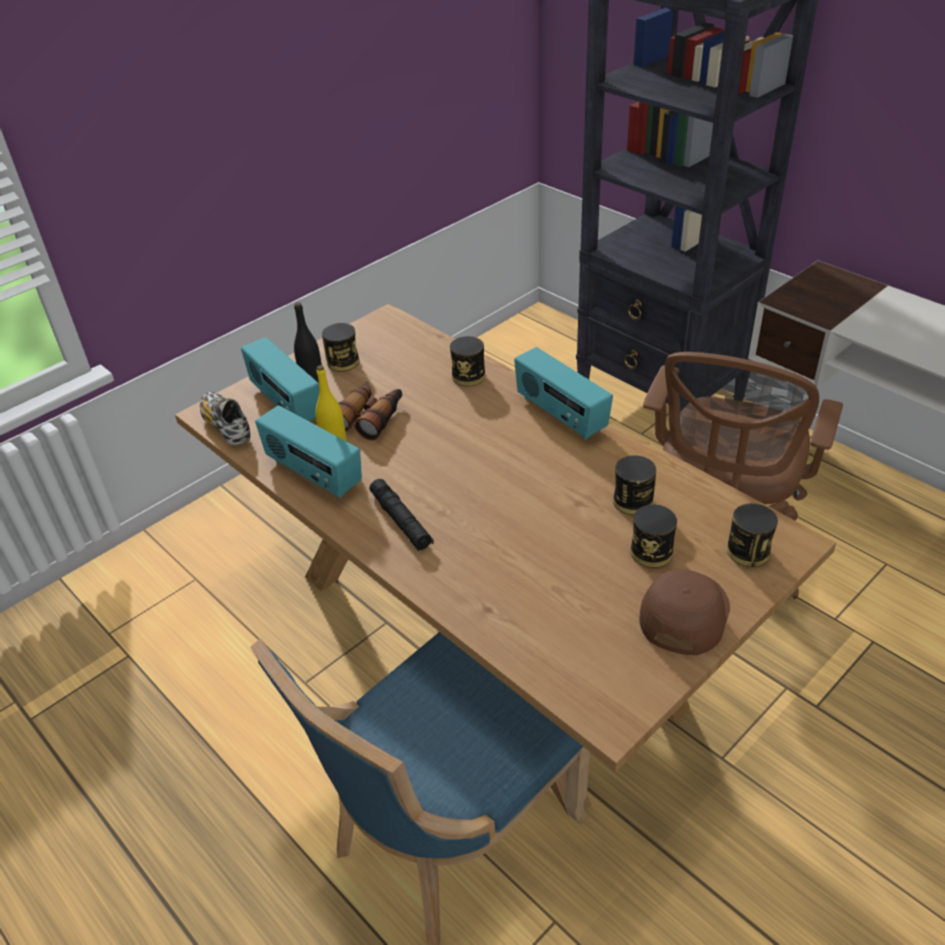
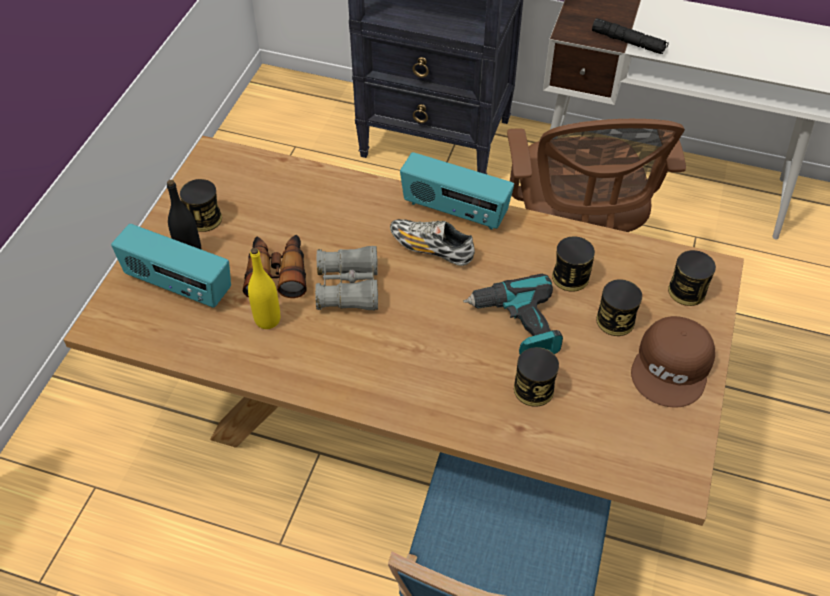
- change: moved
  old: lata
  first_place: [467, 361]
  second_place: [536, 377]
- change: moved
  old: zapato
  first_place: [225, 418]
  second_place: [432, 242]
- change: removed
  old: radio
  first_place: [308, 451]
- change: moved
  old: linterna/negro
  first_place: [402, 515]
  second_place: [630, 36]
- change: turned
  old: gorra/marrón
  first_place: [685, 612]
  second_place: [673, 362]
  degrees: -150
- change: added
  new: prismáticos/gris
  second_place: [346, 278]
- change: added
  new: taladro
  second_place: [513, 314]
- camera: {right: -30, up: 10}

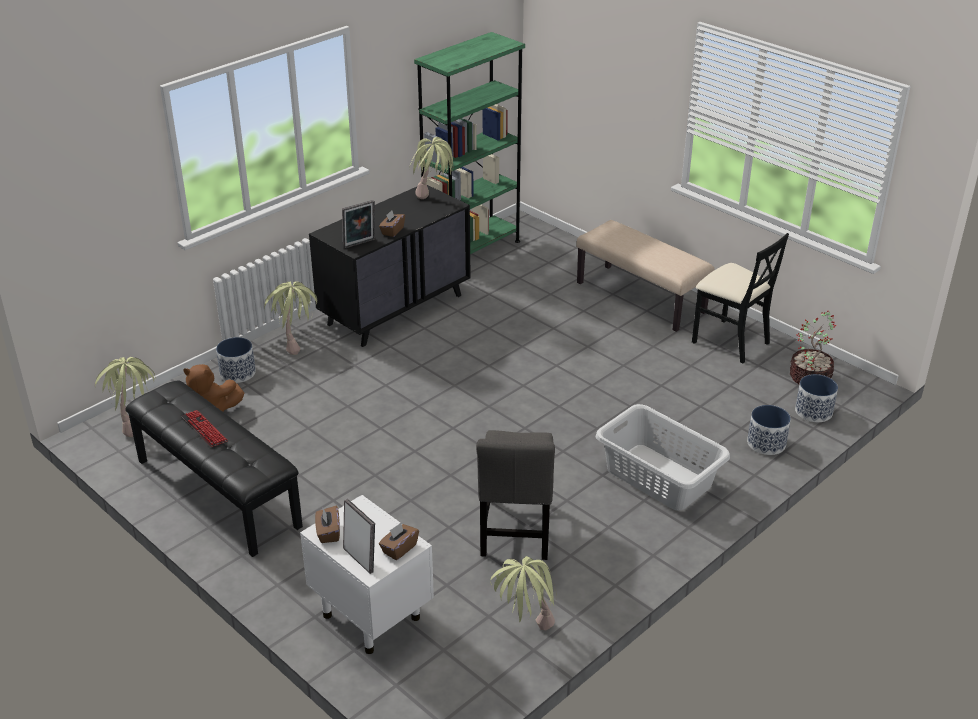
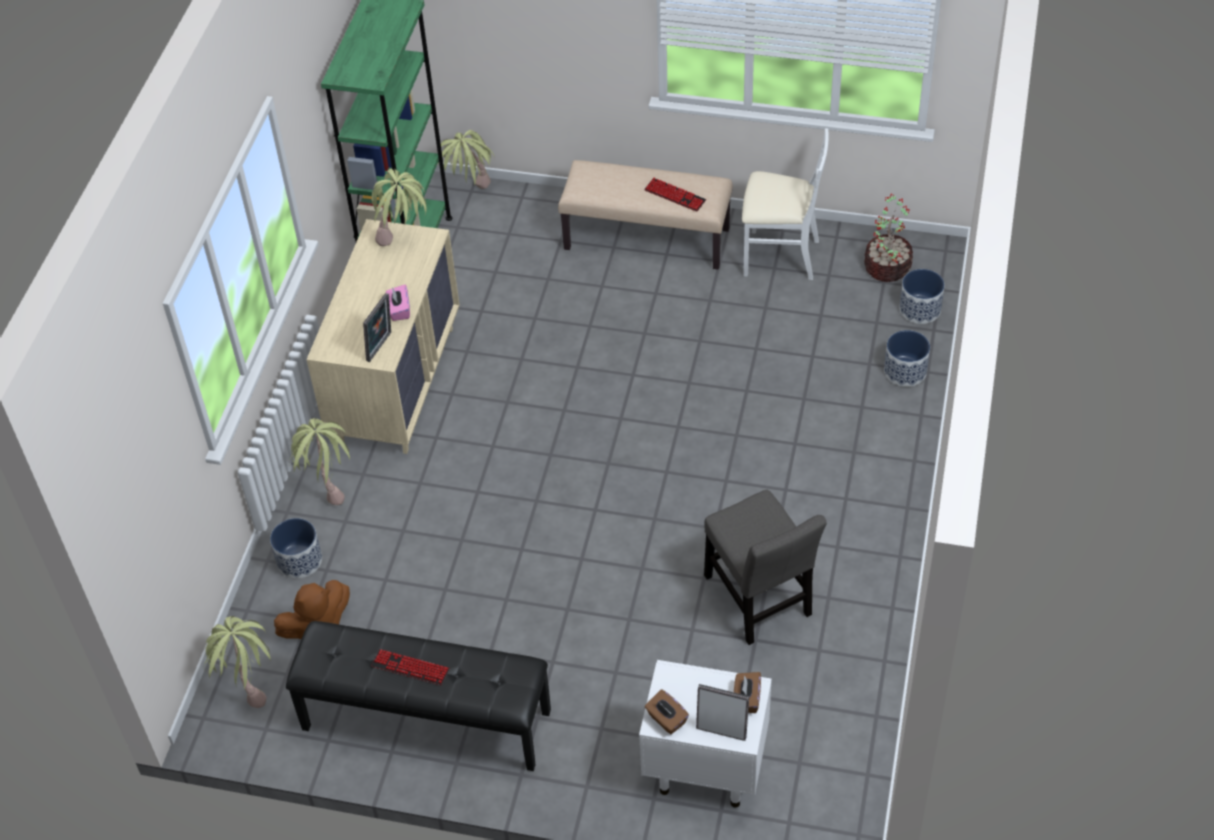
- change: recoloured
  old: cómoda/negro
  new: cómoda/beis
  first_place: [390, 266]
  second_place: [383, 336]
- change: recoloured
  old: caja de pañuelos/marrón
  new: caja de pañuelos/rosa
  first_place: [392, 223]
  second_place: [398, 303]
- change: recoloured
  old: silla/negro
  new: silla/blanco
  first_place: [740, 298]
  second_place: [785, 204]
- change: removed
  old: cesto de la ropa/gris
  first_place: [663, 457]
- change: moved
  old: planta en maceta
  first_place: [523, 593]
  second_place: [466, 159]
- change: added
  new: teclado
  second_place: [675, 195]
- camera: {right: -30, up: 15}

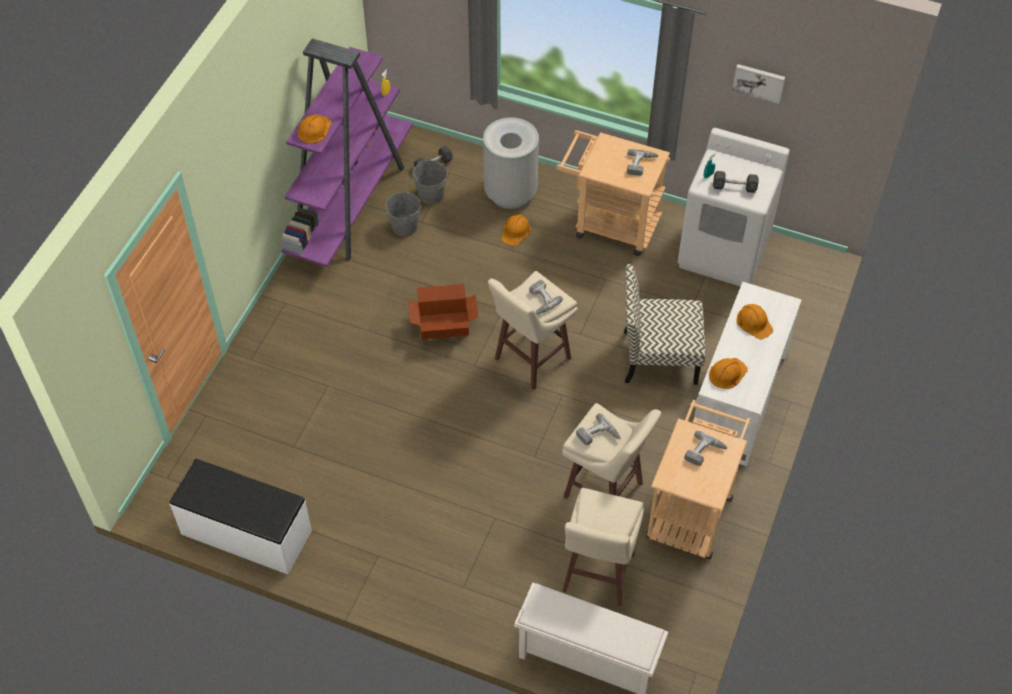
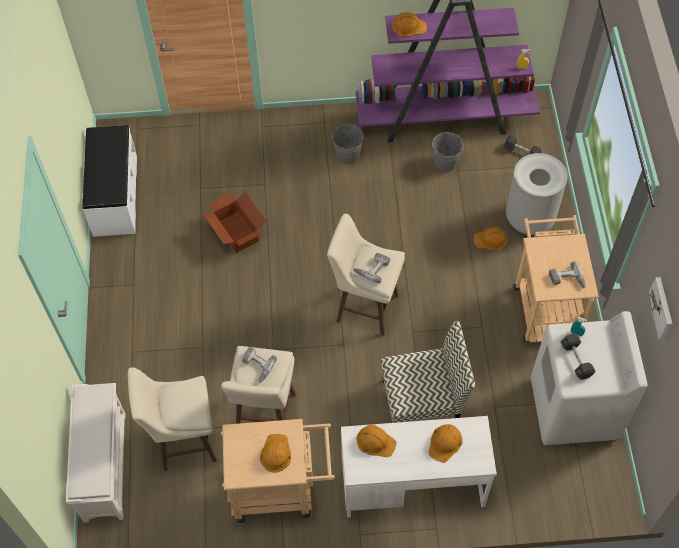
- change: moved
  old: cubo/gris
  first_place: [430, 182]
  second_place: [348, 144]
- change: turned
  old: silla
  first_place: [664, 324]
  second_place: [428, 372]
  degrees: 105
- change: moved
  old: caja de cartón
  first_place: [443, 311]
  second_place: [235, 222]
- change: replaced
  old: taladro
  new: casco/naranja
  first_place: [706, 448]
  second_place: [275, 453]
- camera: {right: 65, up: 5}

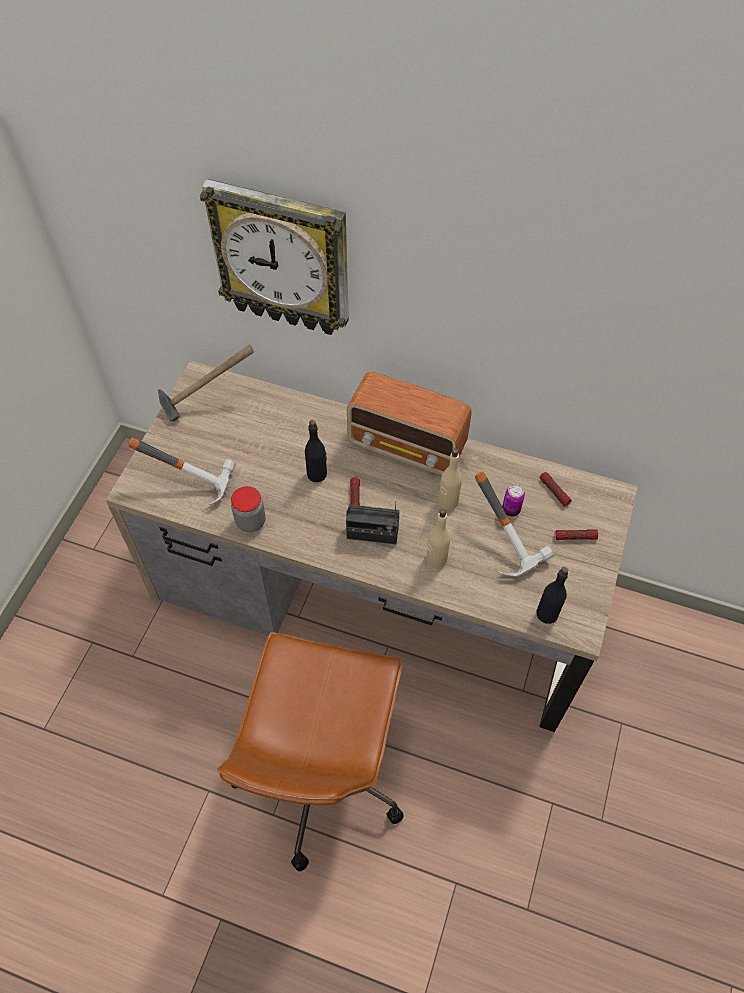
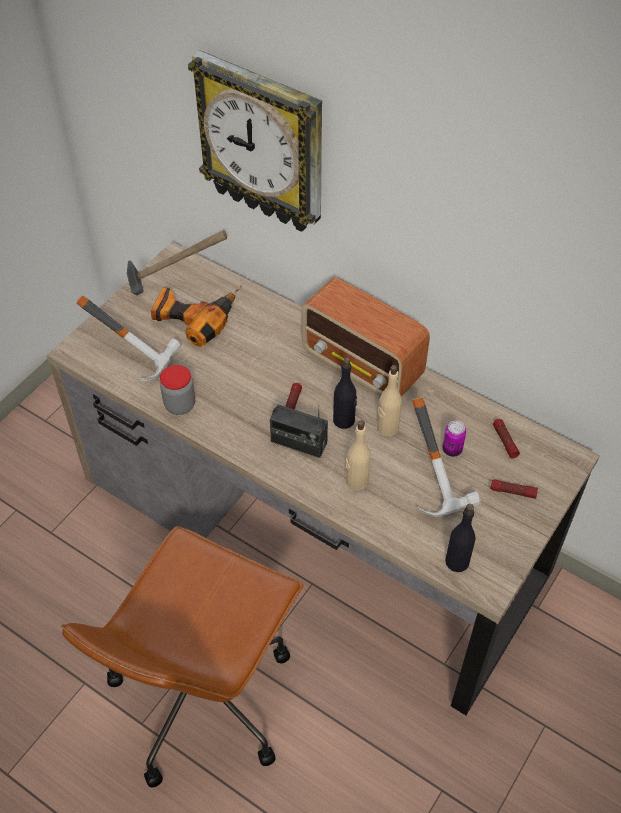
- change: moved
  old: botella/negro
  first_place: [316, 451]
  second_place: [345, 393]
- change: added
  new: taladro
  second_place: [196, 316]
- camera: {right: 15, up: -5}

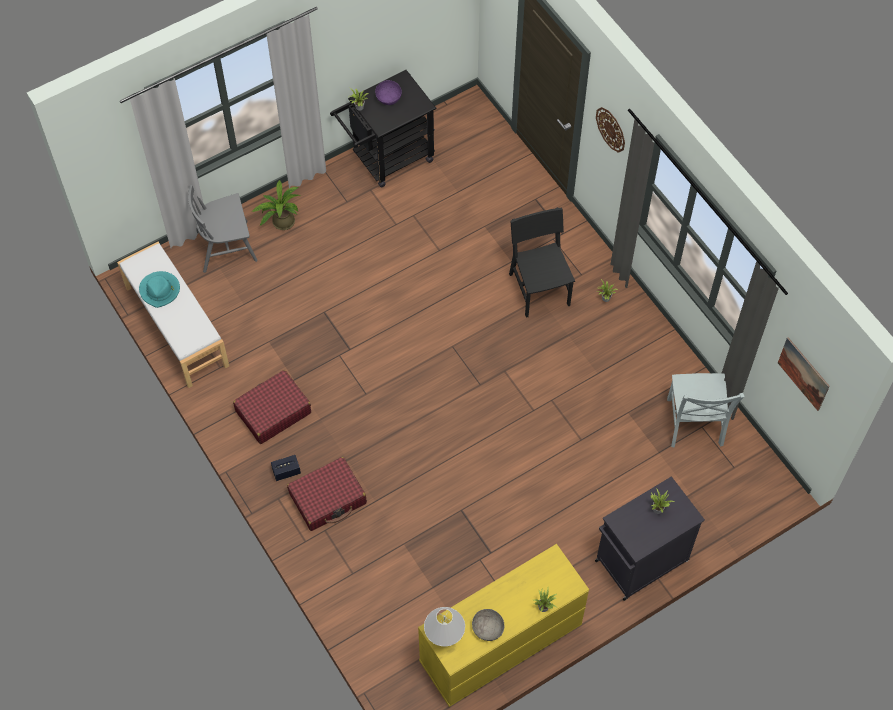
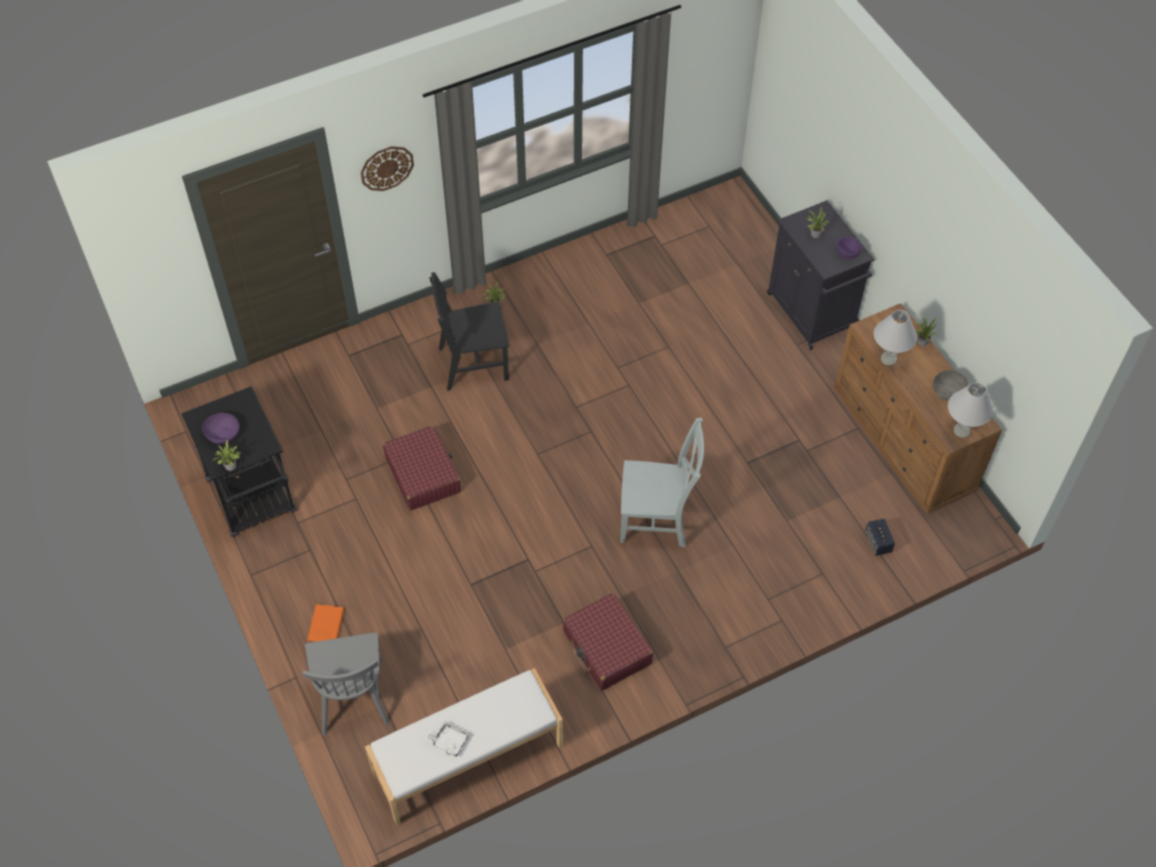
- change: replaced
  old: planta en maceta
  new: libro/naranja
  first_place: [276, 204]
  second_place: [325, 623]
- change: replaced
  old: sombrero/turquesa
  new: bandeja/blanco
  first_place: [159, 289]
  second_place: [447, 739]
- change: removed
  old: cuadro
  first_place: [804, 374]
- change: moved
  old: silla/gris
  first_place: [706, 410]
  second_place: [662, 482]
- change: moved
  old: altavoz
  first_place: [286, 468]
  second_place: [880, 537]
- change: moved
  old: maleta/rojo
  first_place: [327, 494]
  second_place: [422, 467]
- change: recoloured
  old: cómoda/amarillo
  new: cómoda/marrón
  first_place: [503, 625]
  second_place: [918, 408]
- change: added
  new: cuenco/morado
  second_place: [849, 248]
- change: added
  new: lámpara de mesa/blanco
  second_place: [895, 337]
- camera: {right: -85, up: -5}

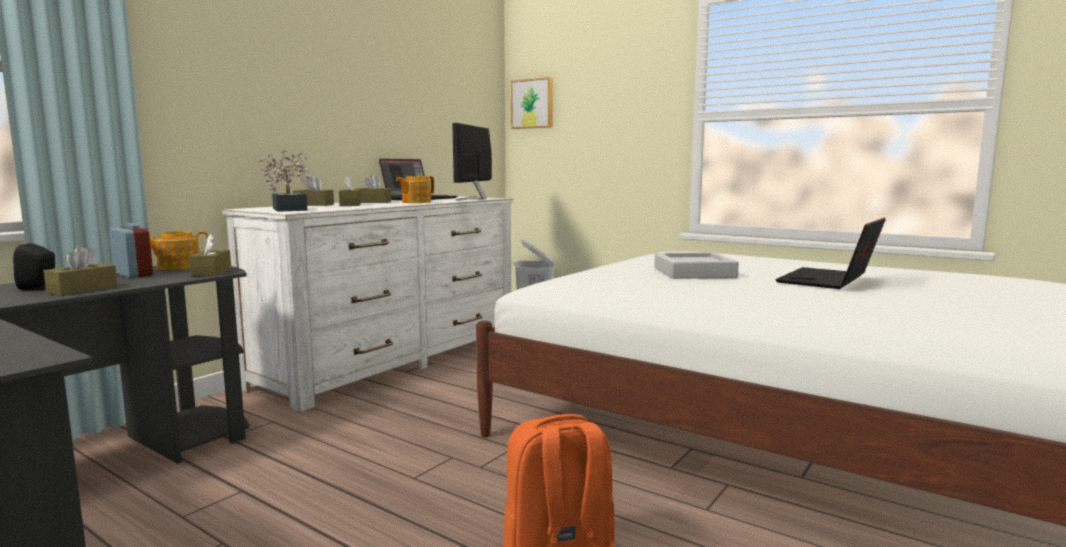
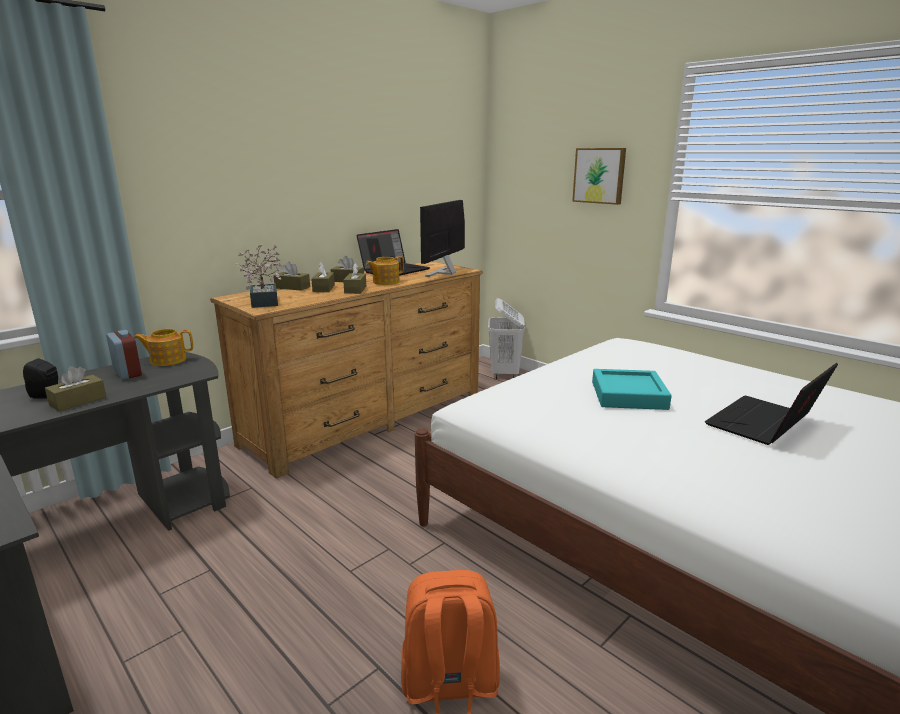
- change: moved
  old: cuadro
  first_place: [532, 103]
  second_place: [599, 176]
- change: recoloured
  old: cómoda/blanco
  new: cómoda/marrón
  first_place: [367, 304]
  second_place: [346, 369]
- change: moved
  old: caja de pañuelos/marrón
  first_place: [210, 255]
  second_place: [354, 278]
- change: recoloured
  old: bandeja/gris
  new: bandeja/turquesa
  first_place: [696, 265]
  second_place: [632, 389]
- camera: {right: 10, up: 10}

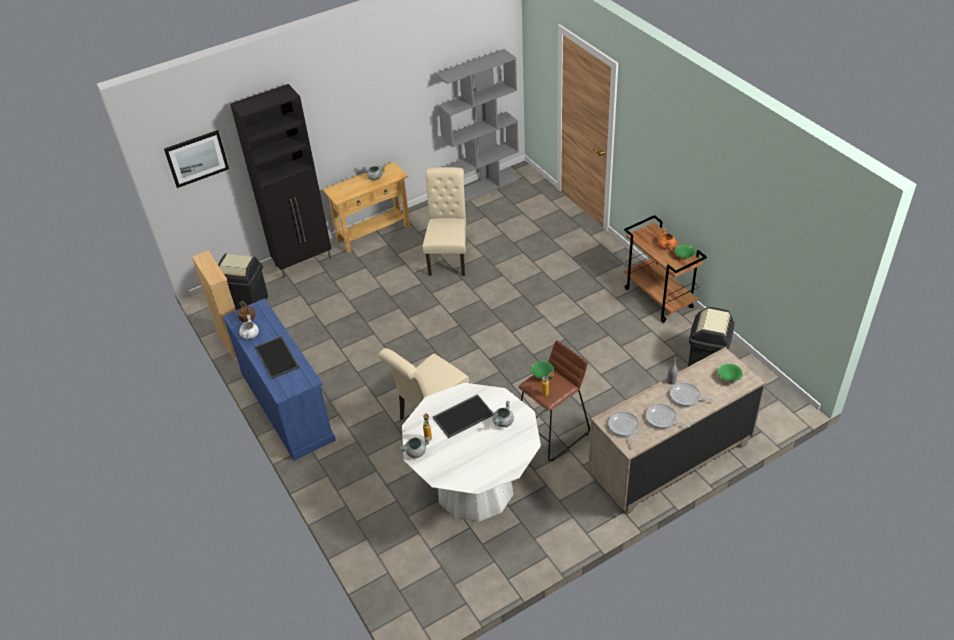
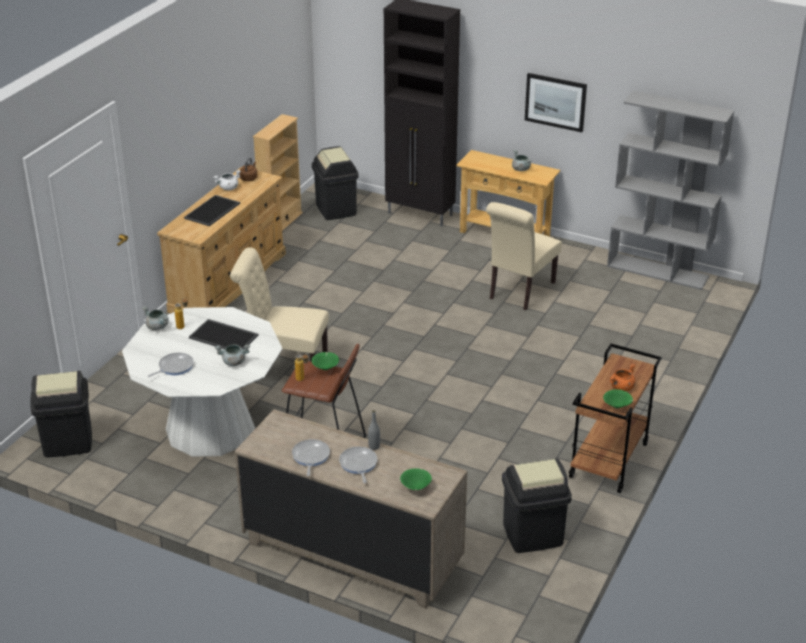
- change: moved
  old: cuadro
  first_place: [196, 159]
  second_place: [556, 102]
- change: turned
  old: silla/beis
  first_place: [444, 221]
  second_place: [524, 256]
  degrees: 150
- change: recoloured
  old: cómoda/azul
  new: cómoda/beis
  first_place: [279, 379]
  second_place: [221, 240]
- change: moved
  old: sartén
  first_place: [623, 429]
  second_place: [171, 365]
- change: added
  new: papelera/negro
  second_place: [61, 414]
- camera: {right: 55, up: -10}

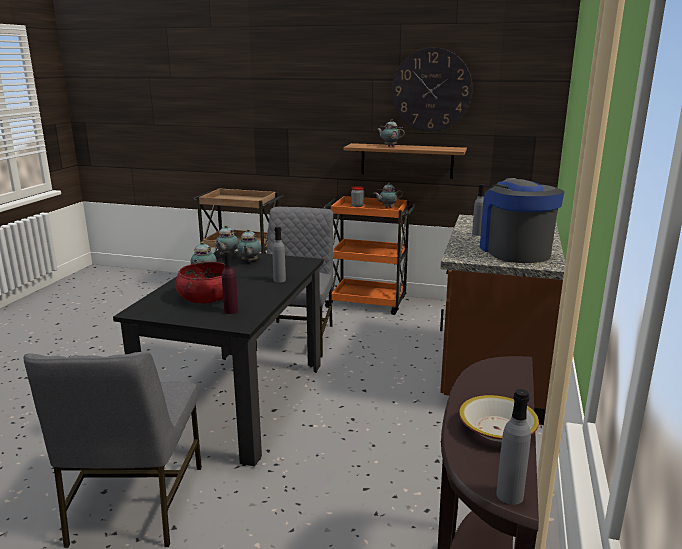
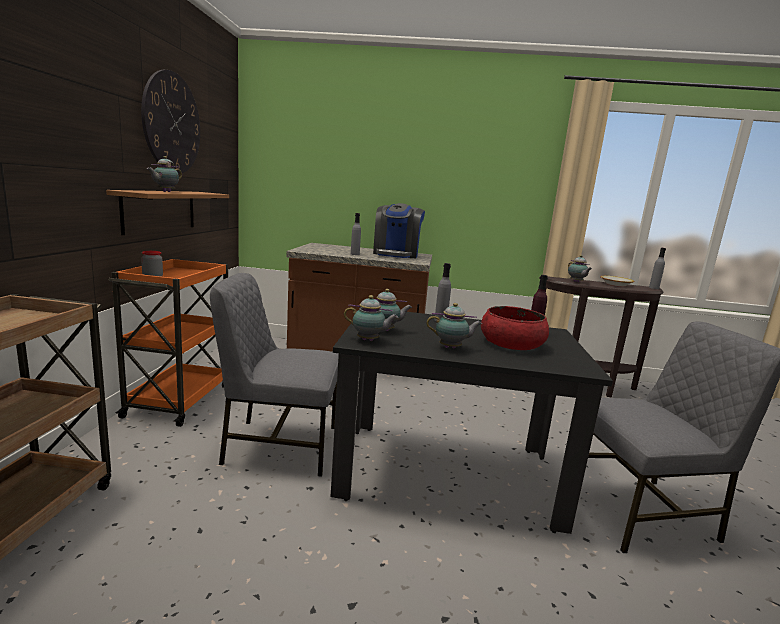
- change: turned
  old: cafetera
  first_place: [522, 220]
  second_place: [399, 230]
  degrees: -60
- change: moved
  old: tetera
  first_place: [388, 195]
  second_place: [580, 269]
- camera: {right: -100, up: -5}

